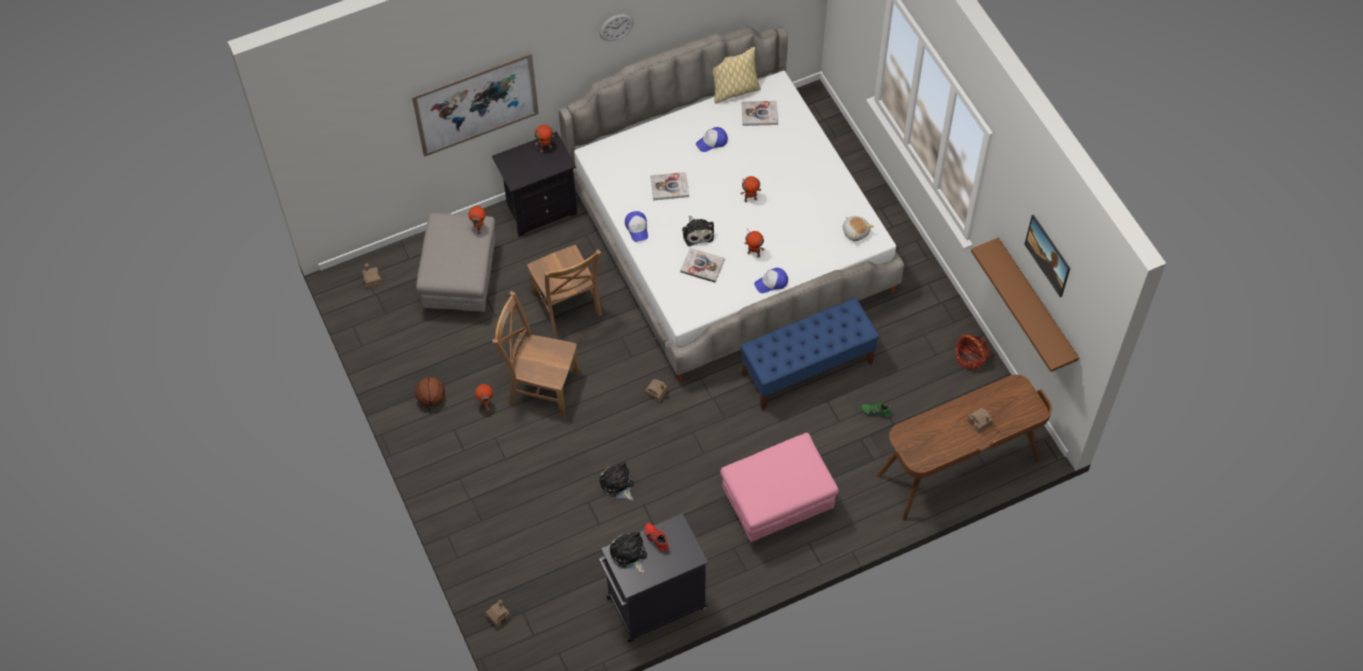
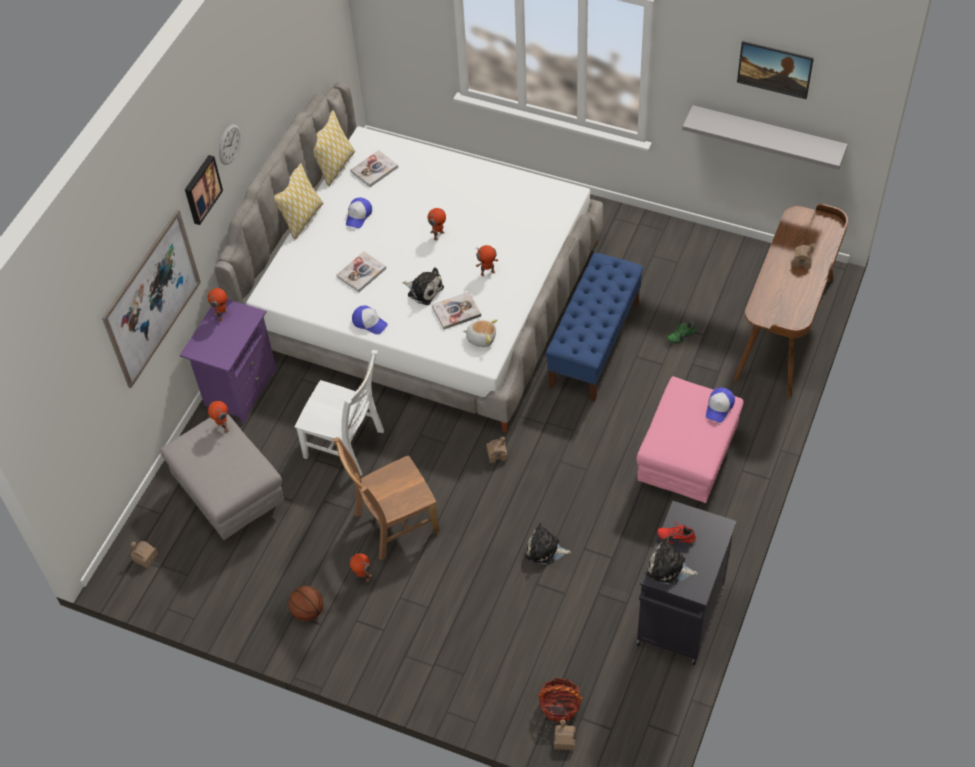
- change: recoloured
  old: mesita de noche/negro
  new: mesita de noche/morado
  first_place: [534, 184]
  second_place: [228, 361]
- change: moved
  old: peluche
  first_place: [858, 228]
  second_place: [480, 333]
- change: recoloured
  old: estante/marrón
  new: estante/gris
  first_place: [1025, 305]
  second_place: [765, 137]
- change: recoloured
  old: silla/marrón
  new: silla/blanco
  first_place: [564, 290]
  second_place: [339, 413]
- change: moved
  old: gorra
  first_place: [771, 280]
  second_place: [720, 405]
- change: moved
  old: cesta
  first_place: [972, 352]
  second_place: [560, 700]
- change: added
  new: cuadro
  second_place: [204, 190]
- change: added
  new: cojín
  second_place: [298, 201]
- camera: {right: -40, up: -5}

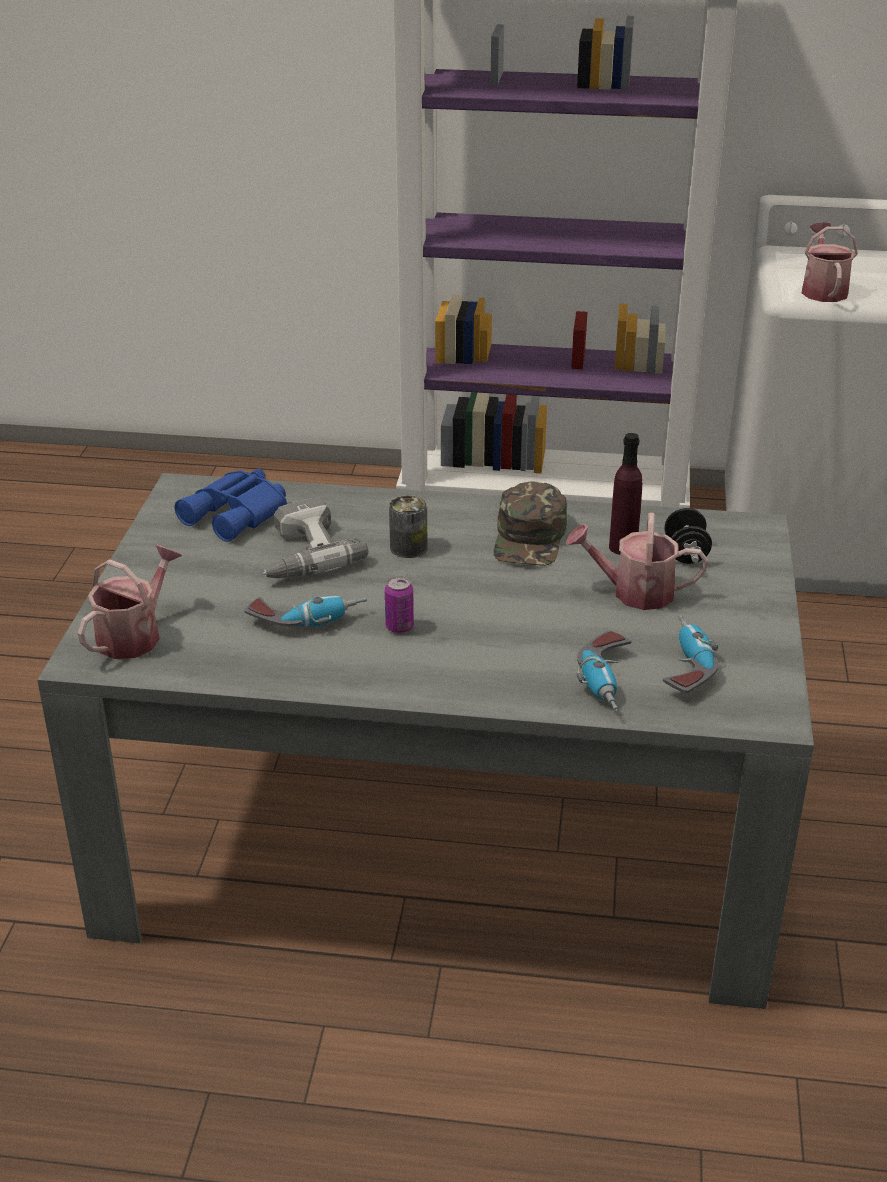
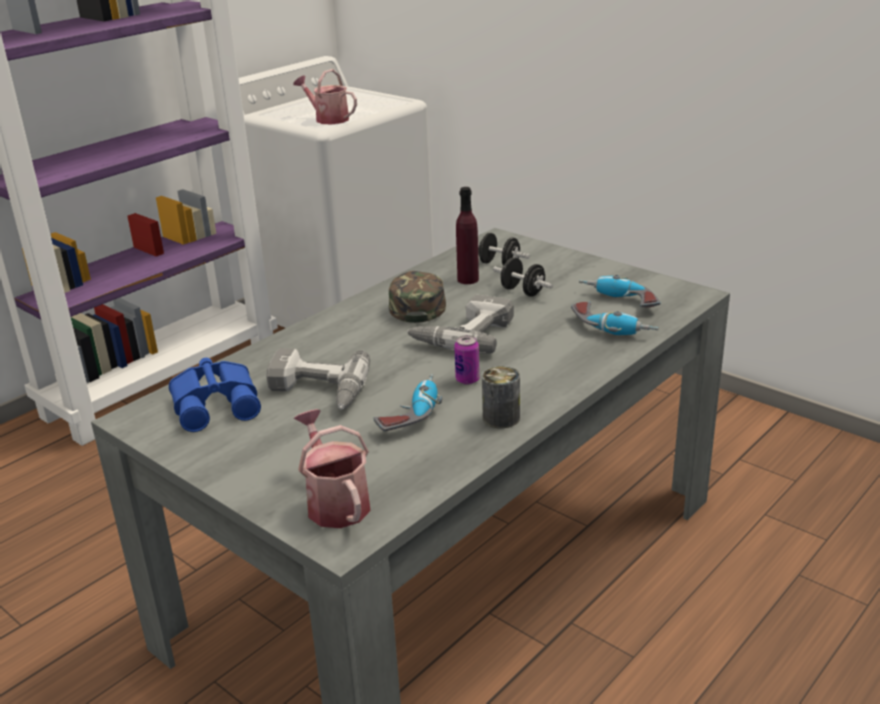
- change: turned
  old: gorra/verde
  first_place: [530, 523]
  second_place: [417, 297]
  degrees: -135
- change: moved
  old: lata
  first_place: [408, 526]
  second_place: [501, 397]
- change: replaced
  old: regadera
  new: mancuerna/negro
  first_place: [636, 561]
  second_place: [523, 277]
- change: added
  new: taladro
  second_place: [460, 324]
- camera: {right: -55, up: -5}

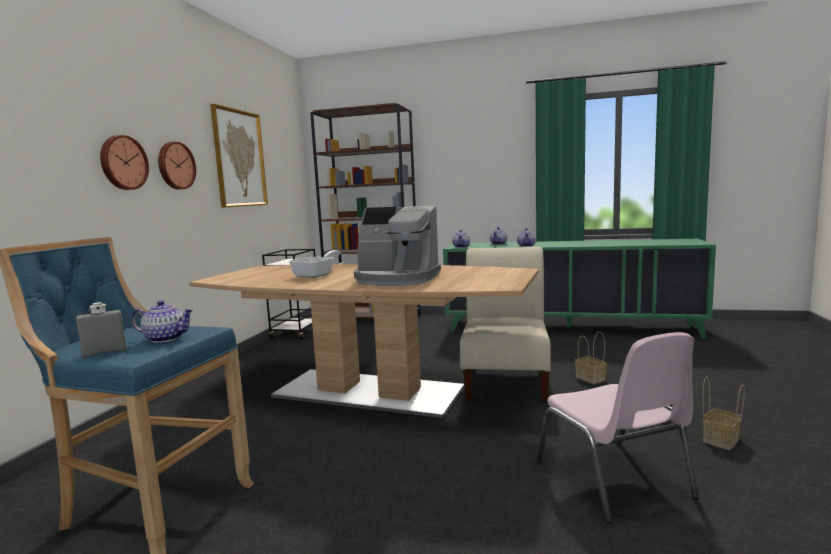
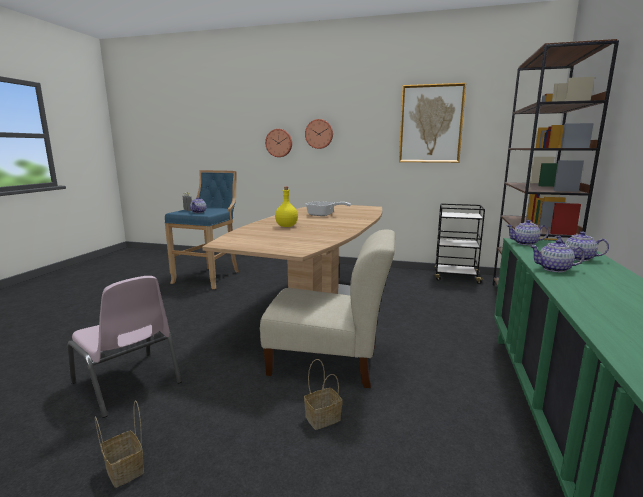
- change: moved
  old: reloj de pared
  first_place: [177, 166]
  second_place: [278, 143]
- change: replaced
  old: cafetera
  new: botella/amarillo
  first_place: [397, 246]
  second_place: [286, 207]
- change: turned
  old: silla/rosa
  first_place: [617, 428]
  second_place: [125, 347]
  degrees: -120
- camera: {right: 90, up: 5}

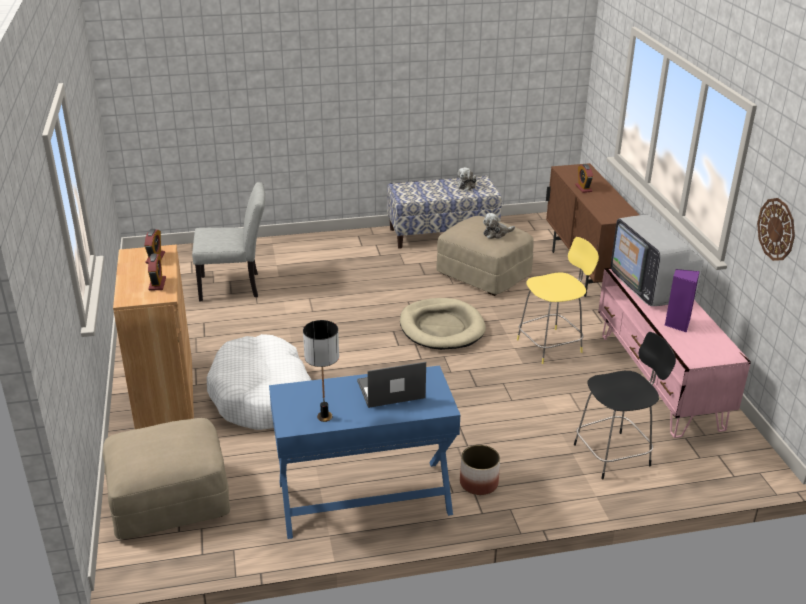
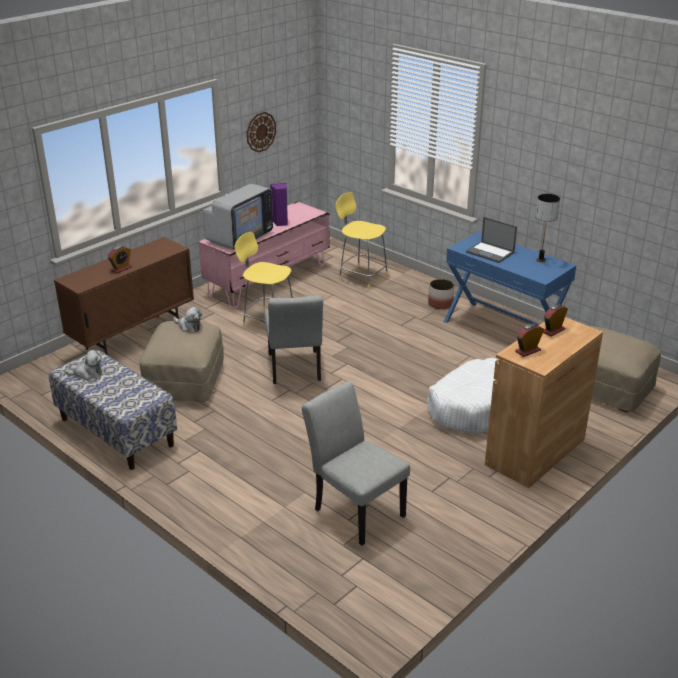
- change: replaced
  old: cama para perro/beis
  new: silla/gris
  first_place: [443, 324]
  second_place: [293, 339]
- change: recoloured
  old: taburete/negro
  new: taburete/amarillo
  first_place: [625, 405]
  second_place: [362, 240]
- camera: {right: -125, up: 0}

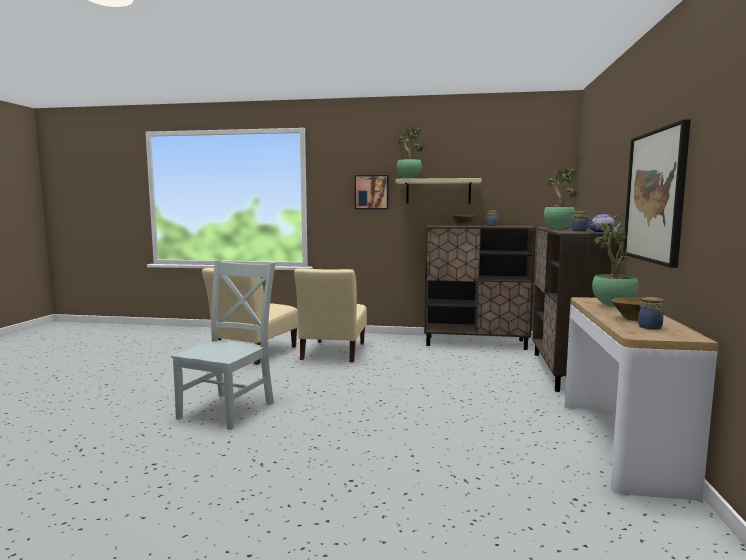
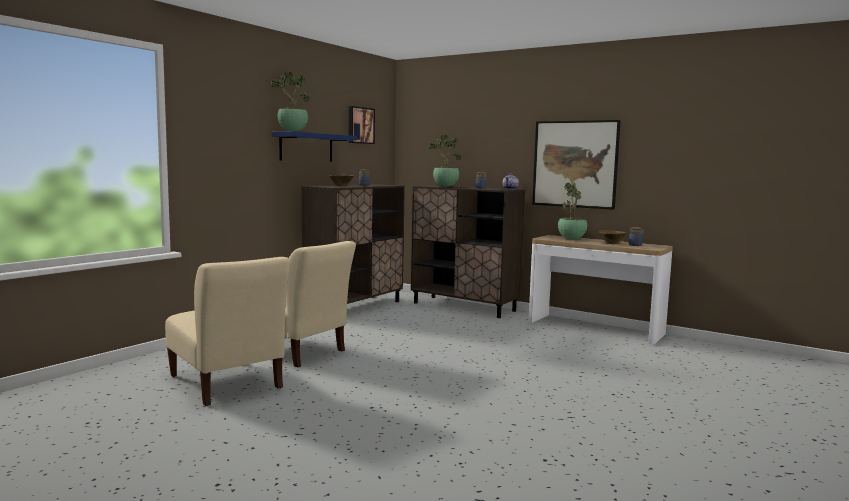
- change: moved
  old: cuadro
  first_place: [372, 192]
  second_place: [362, 125]
- change: recoloured
  old: estante/beis
  new: estante/azul
  first_place: [439, 190]
  second_place: [314, 146]
- change: removed
  old: silla/gris
  first_place: [223, 345]
- camera: {right: -65, up: 0}

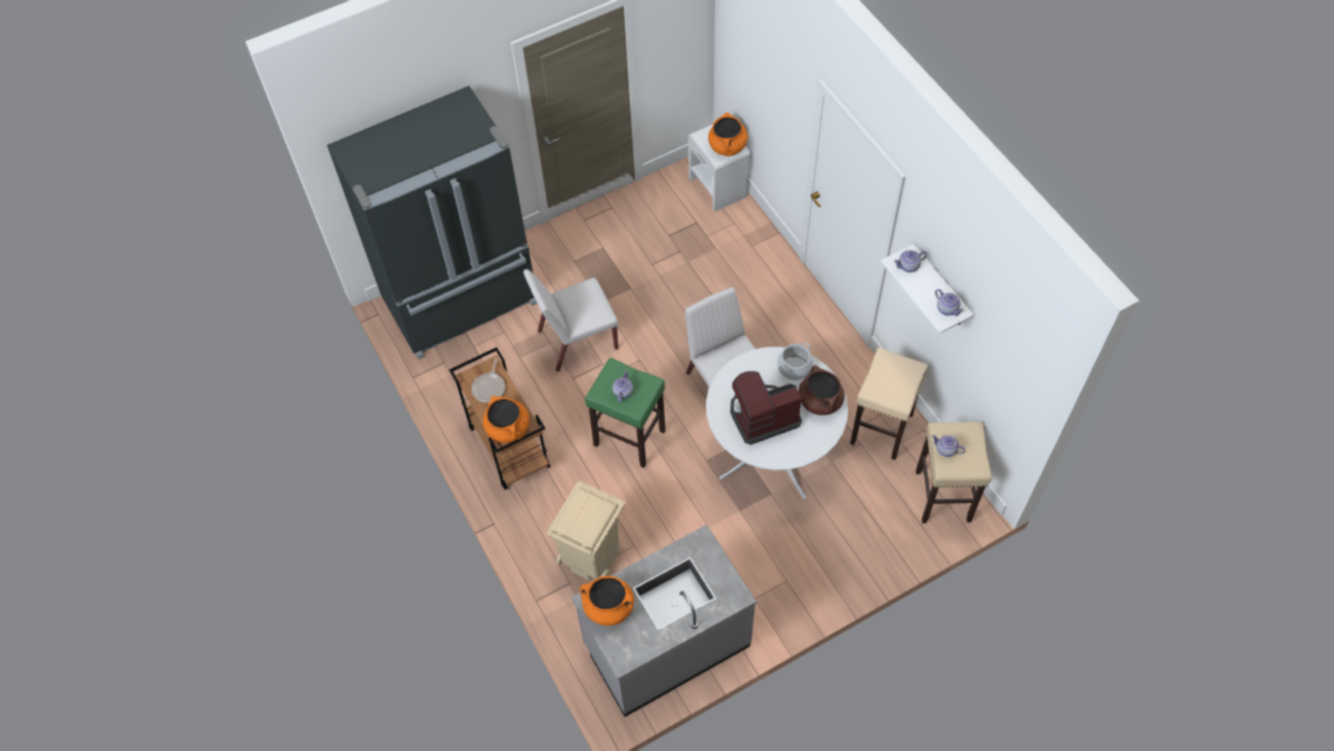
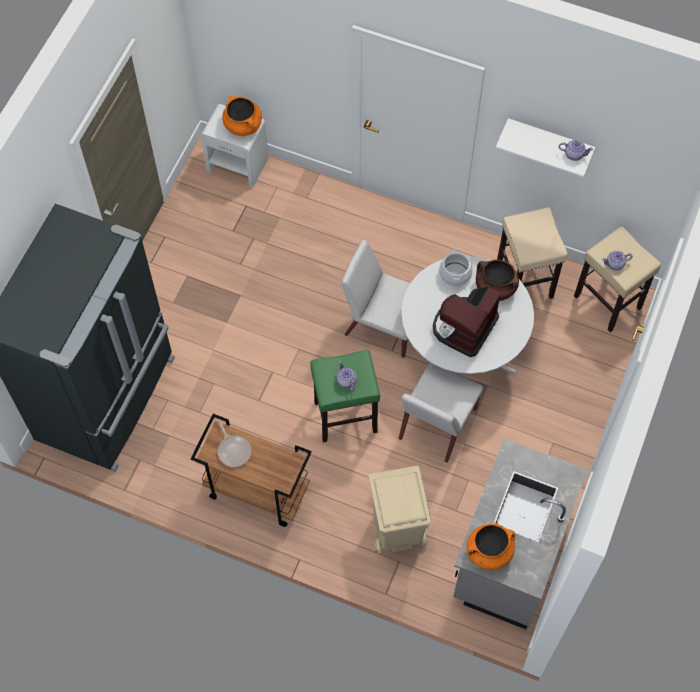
- change: removed
  old: tetera
  first_place: [910, 261]
- change: moved
  old: silla/blanco
  first_place: [570, 320]
  second_place: [440, 412]
- change: removed
  old: olla/naranja
  first_place: [506, 419]
- camera: {right: -40, up: 5}

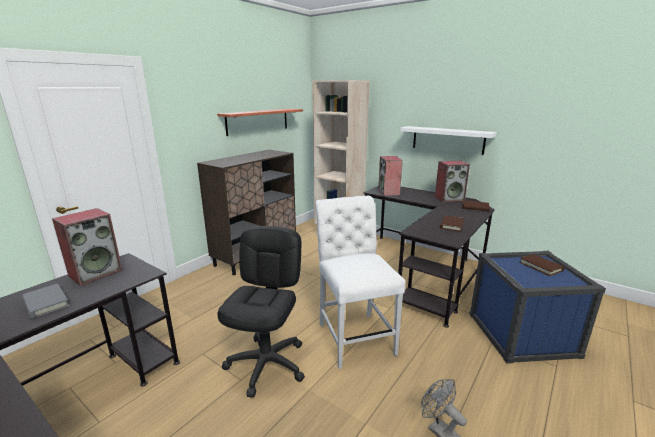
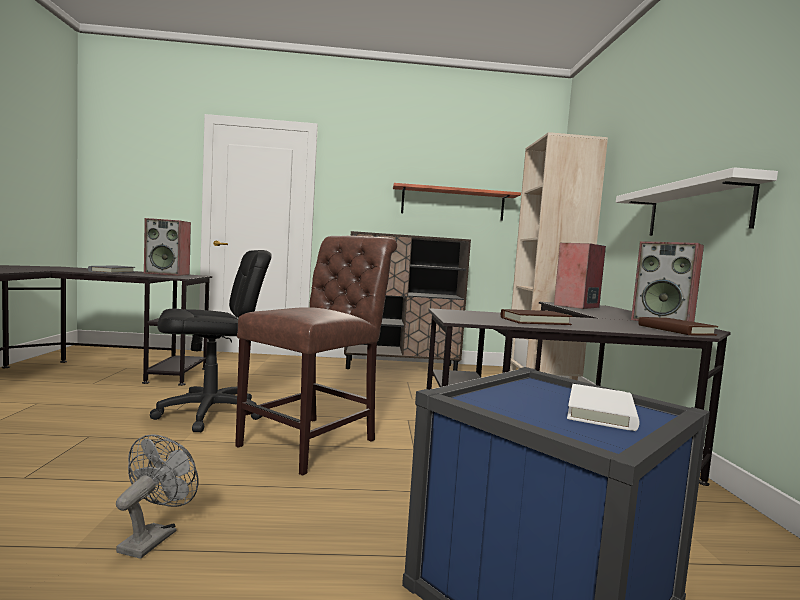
- change: recoloured
  old: silla/blanco
  new: silla/marrón
  first_place: [360, 282]
  second_place: [316, 356]
- change: recoloured
  old: libro/marrón
  new: libro/blanco
  first_place: [542, 265]
  second_place: [603, 407]
- camera: {right: 50, up: -15}

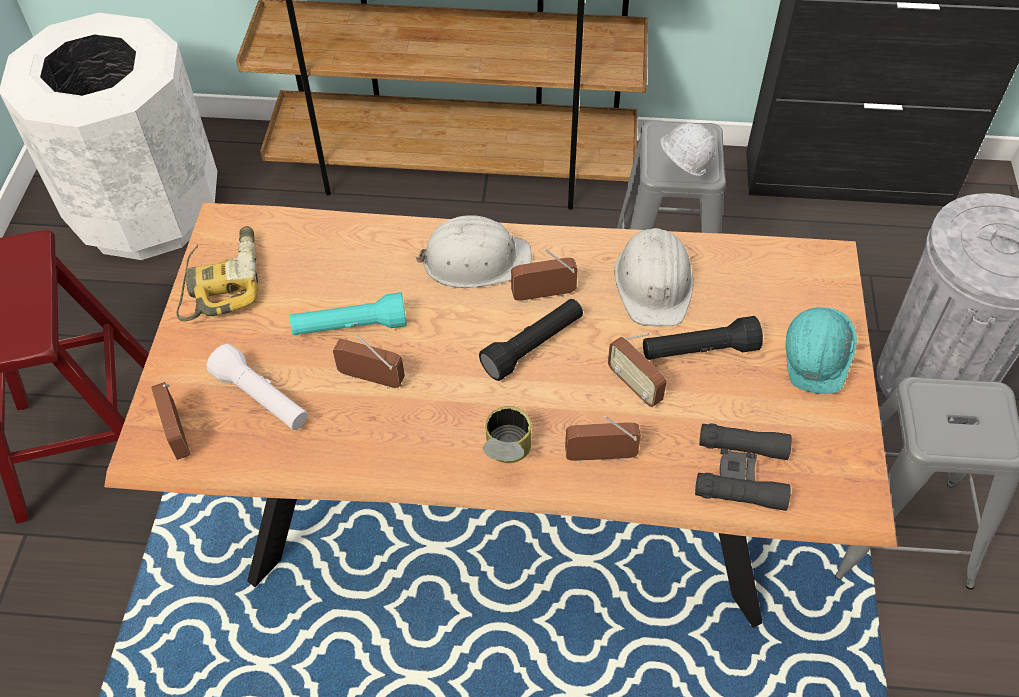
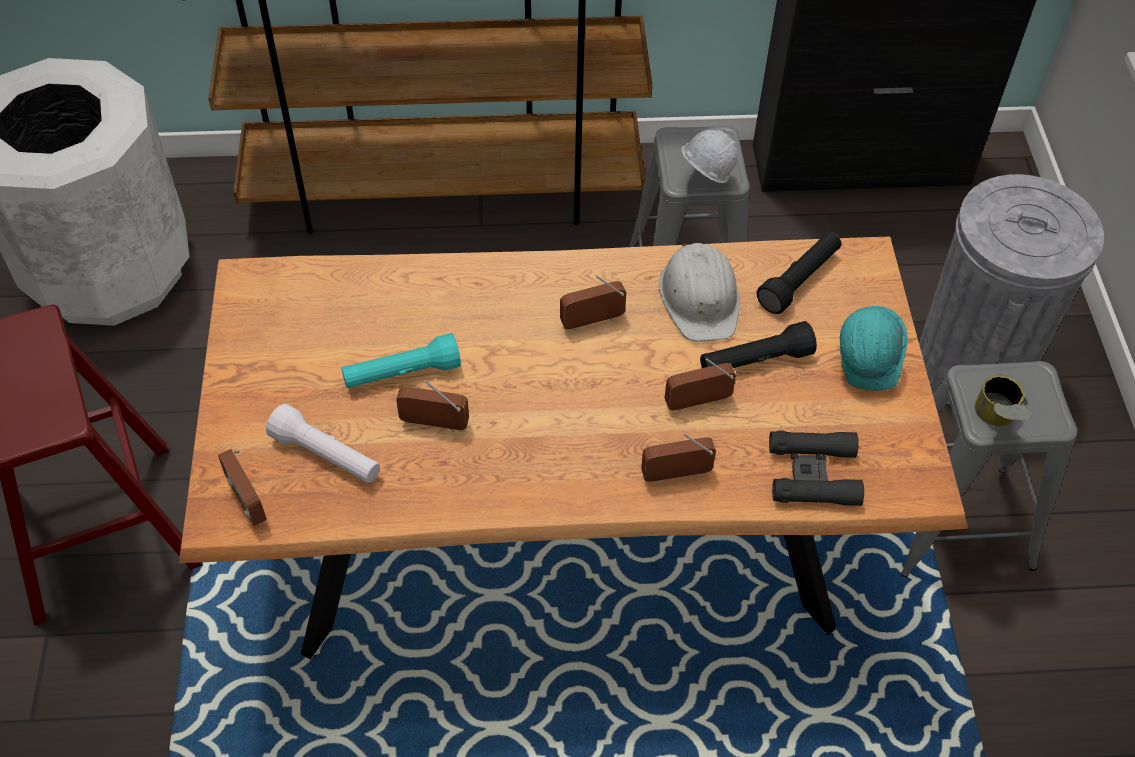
- change: removed
  old: casco/blanco
  first_place: [473, 251]
- change: removed
  old: taladro
  first_place: [217, 273]
- change: moved
  old: linterna/negro
  first_place: [531, 340]
  second_place: [799, 273]
- change: turned
  old: radio
  first_place: [637, 370]
  second_place: [700, 385]
  degrees: 120
- change: moved
  old: lata
  first_place: [507, 434]
  second_place: [1003, 400]
- camera: {right: -10, up: 0}

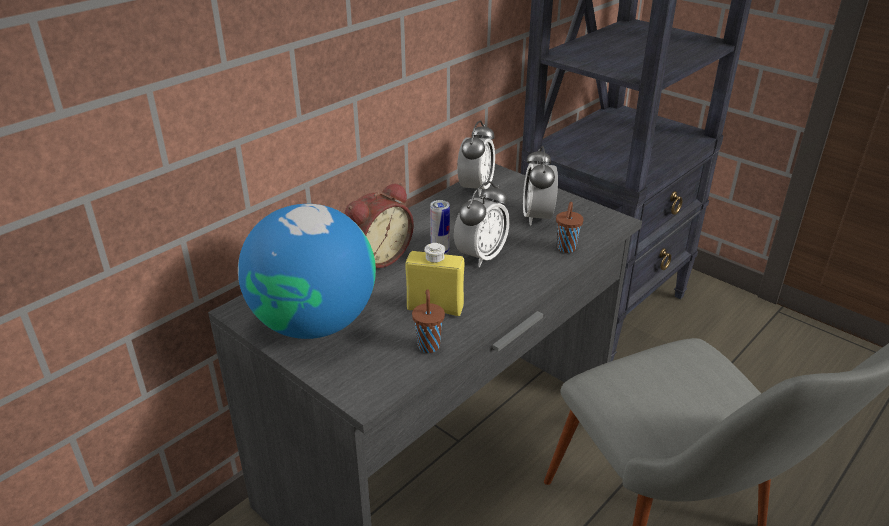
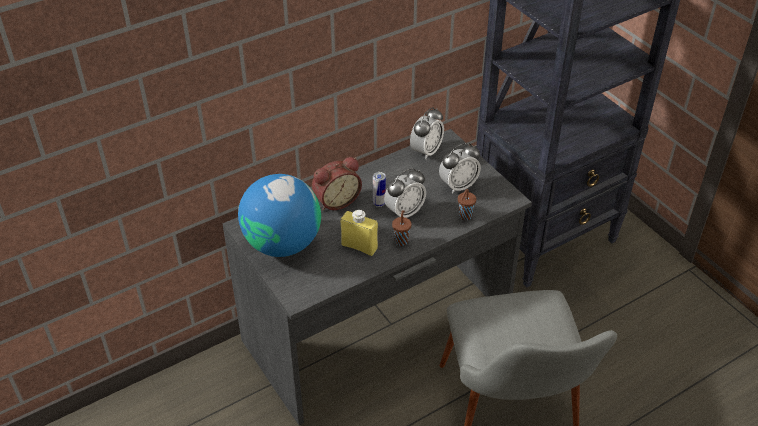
- change: turned
  old: despertador
  first_place: [540, 185]
  second_place: [460, 168]
  degrees: -135
- change: moved
  old: taza/marrón
  first_place: [428, 321]
  second_place: [402, 228]
- camera: {right: 15, up: 10}

